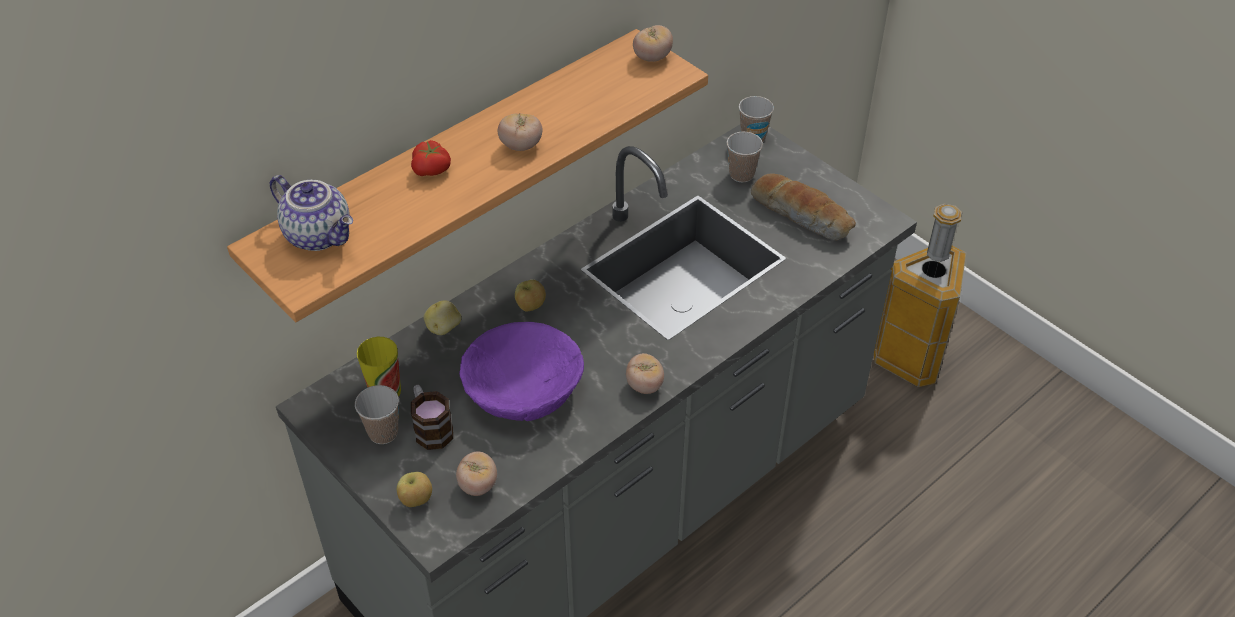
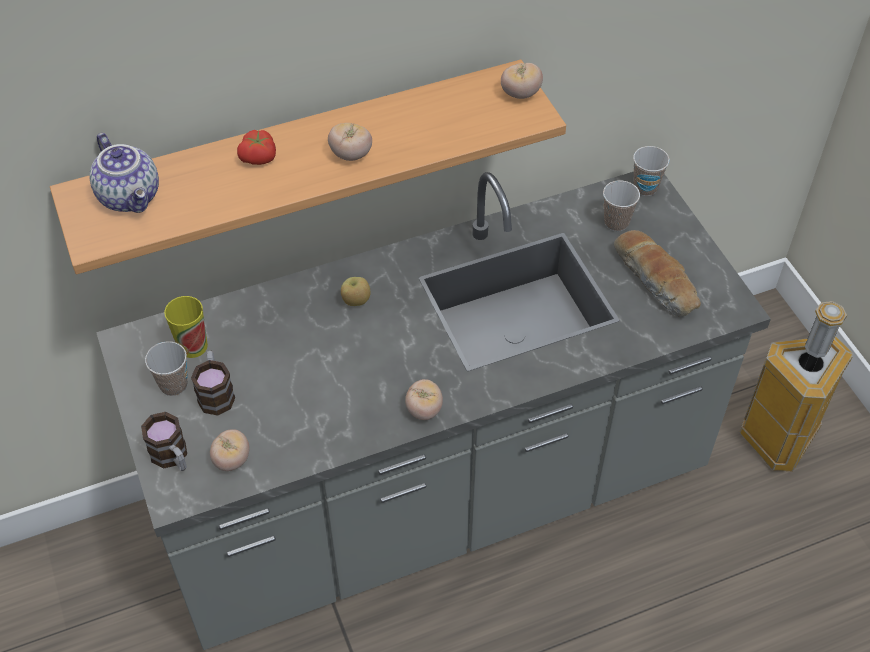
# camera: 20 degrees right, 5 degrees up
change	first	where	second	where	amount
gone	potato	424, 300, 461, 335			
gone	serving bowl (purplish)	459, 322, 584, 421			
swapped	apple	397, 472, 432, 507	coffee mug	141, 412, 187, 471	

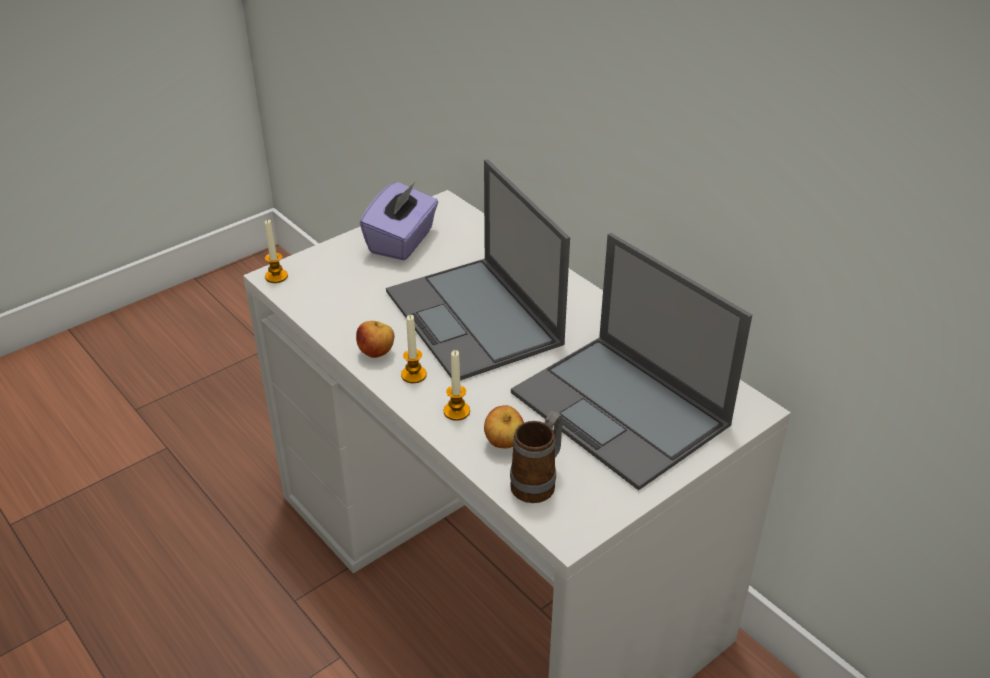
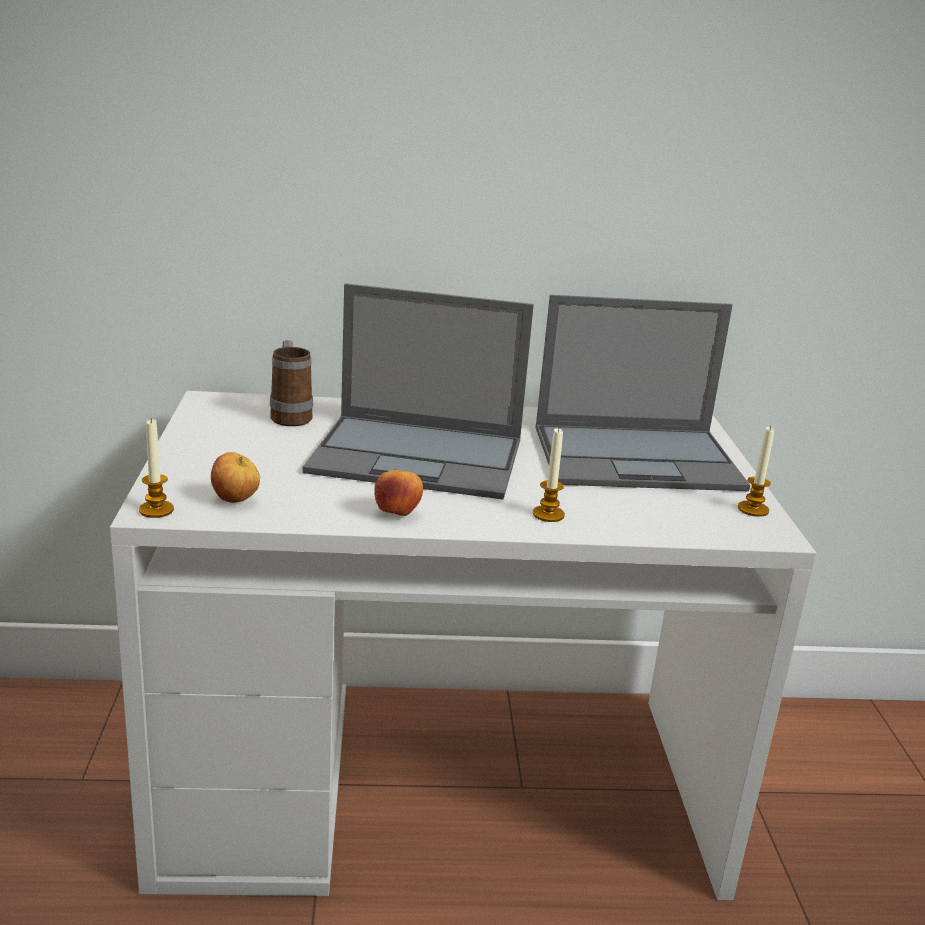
# camera: 55 degrees left, 15 degrees down
change	first	where	second	where	amount
gone	tissue box (purplish)	360, 182, 438, 260			
shifted	wax light	401, 315, 427, 383		738, 426, 774, 517	
shifted	apple	484, 405, 524, 449		211, 452, 260, 503	
shifted	coffee mug	510, 411, 563, 503		270, 340, 313, 426	

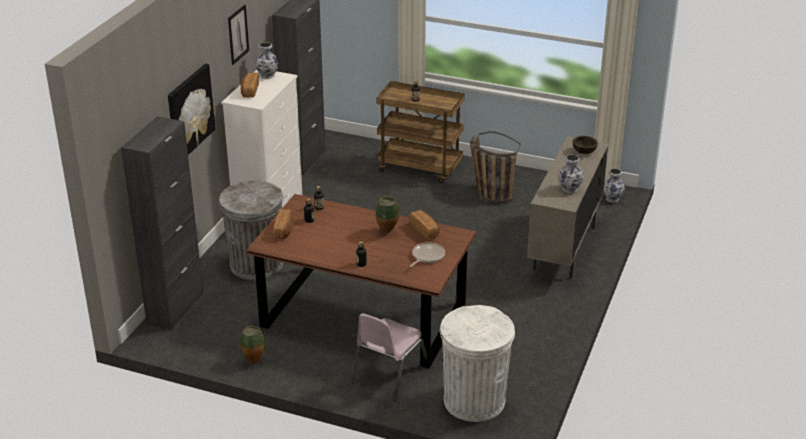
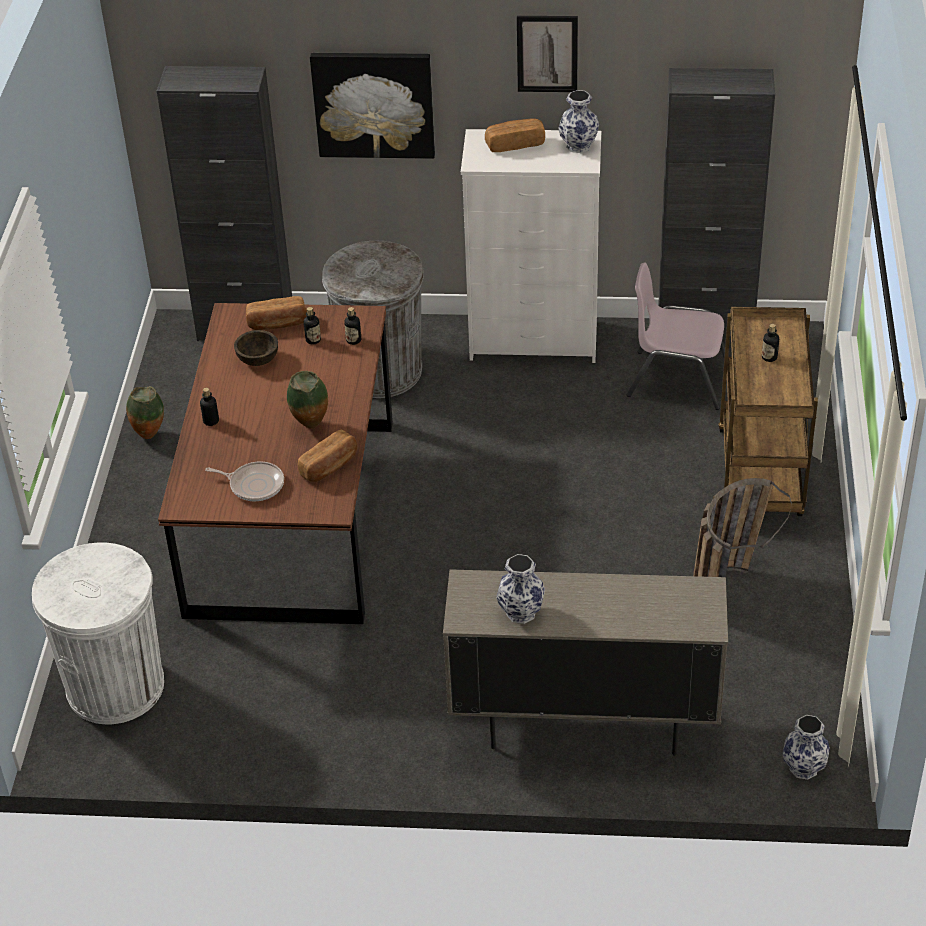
# camera: 75 degrees right, 10 degrees up
change	first	where	second	where	amount
shifted	serving bowl (brown)	573, 136, 598, 154		234, 330, 278, 366	
shifted	plain chair (pink-coloured)	351, 314, 427, 401		626, 263, 729, 410	

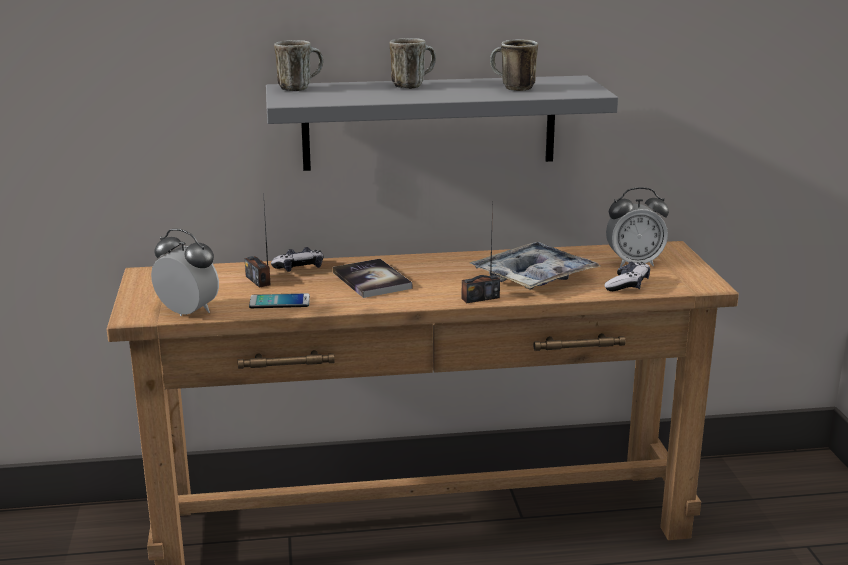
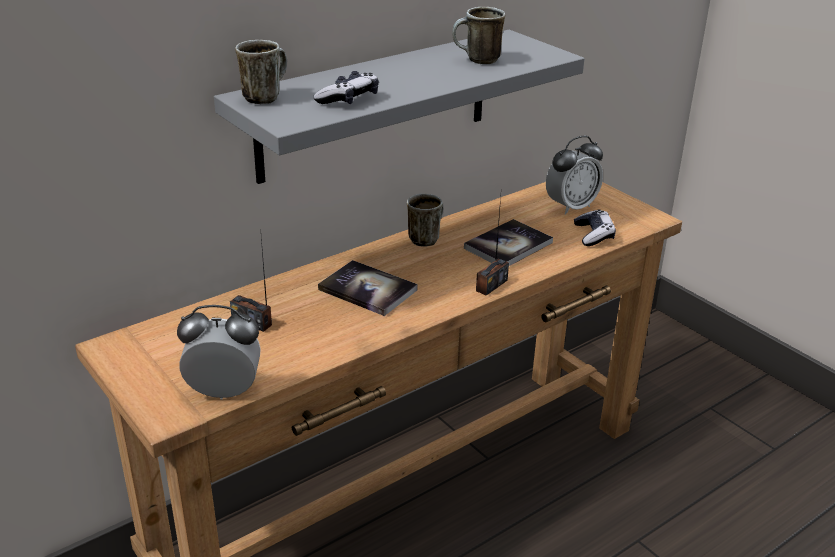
# camera: 30 degrees left, 10 degrees up
change	first	where	second	where	amount
shifted	coffee mug	390, 38, 436, 89		407, 194, 443, 247	
swapped	serving tray	469, 242, 600, 290	volume	464, 219, 553, 266	
shifted	joypad	271, 247, 324, 272		313, 71, 379, 104	
gone	phone	249, 293, 310, 308			

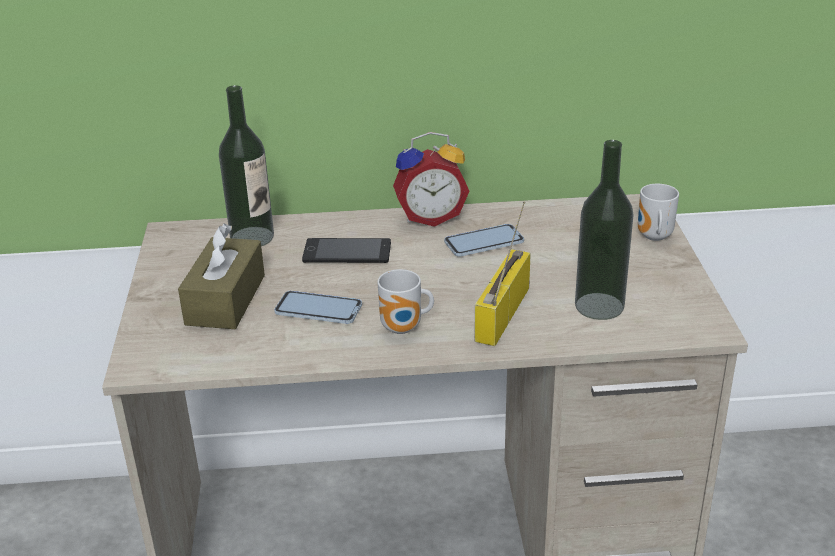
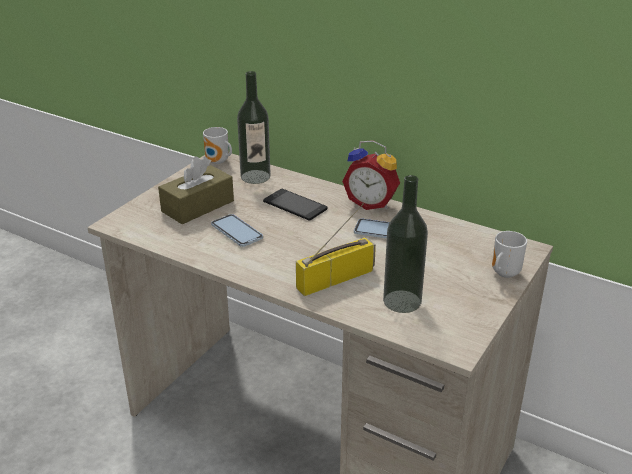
# camera: 35 degrees right, 0 degrees up
change	first	where	second	where	amount
shifted	coffee mug	377, 269, 434, 334		203, 127, 232, 164	

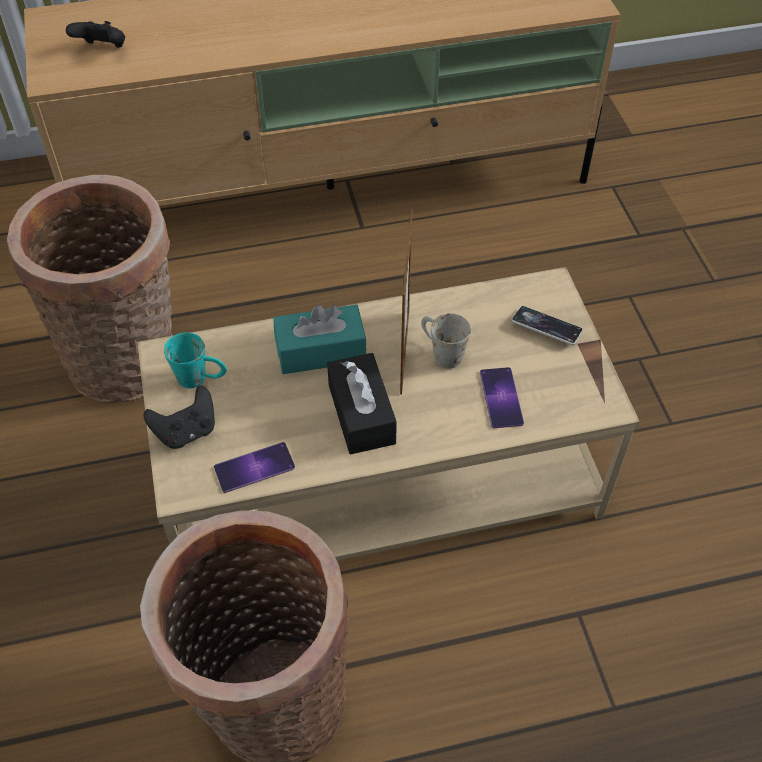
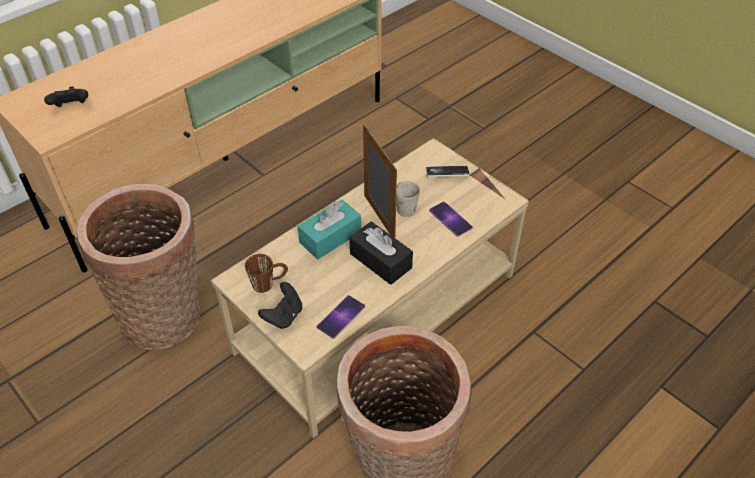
# camera: 30 degrees left, 5 degrees down
change	first	where	second	where	amount
repainted	coffee mug (blue-green)	164, 332, 227, 388	coffee mug (brown)	245, 254, 288, 293	

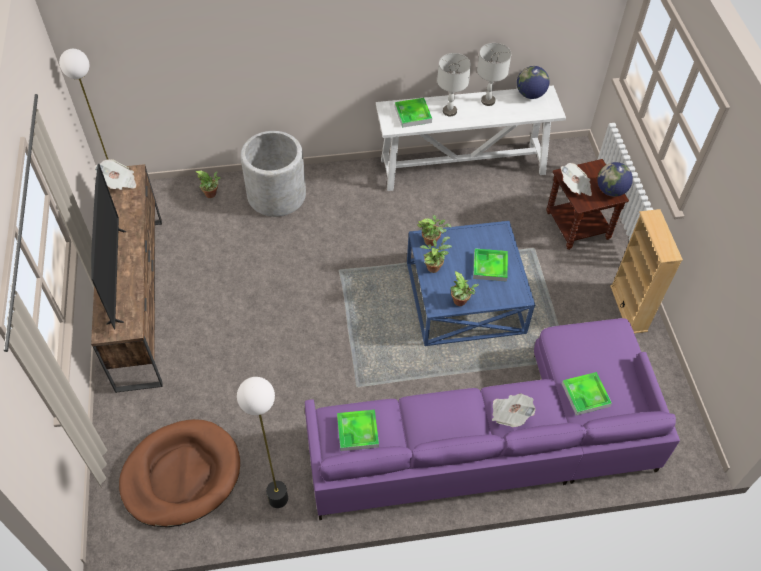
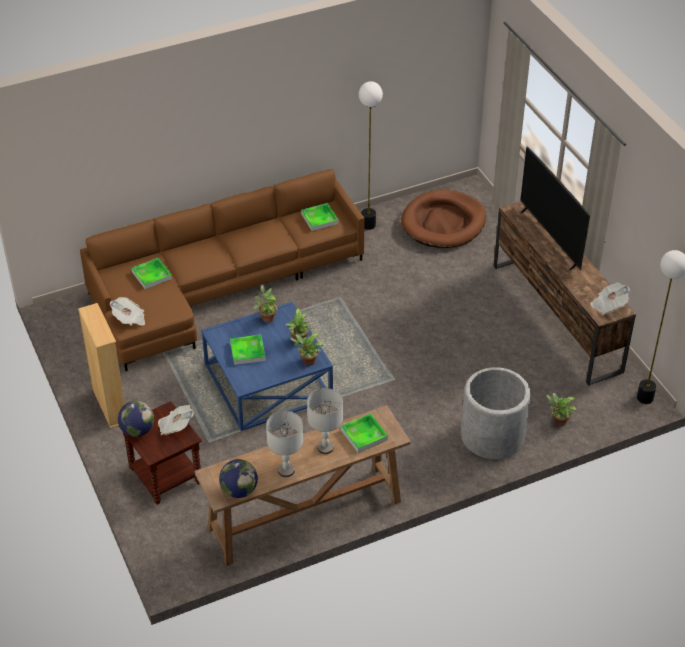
# camera: 165 degrees right, 10 degrees down
change	first	where	second	where	amount
repainted	hall table (white)	376, 85, 566, 191	hall table (brown)	195, 405, 411, 566	
repainted	couch (purplish)	305, 318, 680, 520	couch (brown)	80, 169, 365, 371	
shifted	daily paper	492, 393, 536, 427		110, 297, 145, 326	

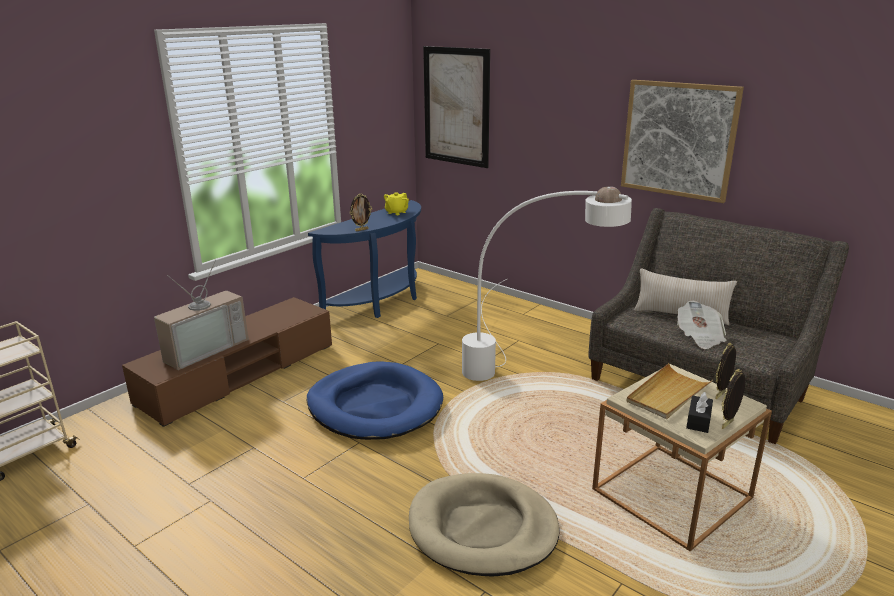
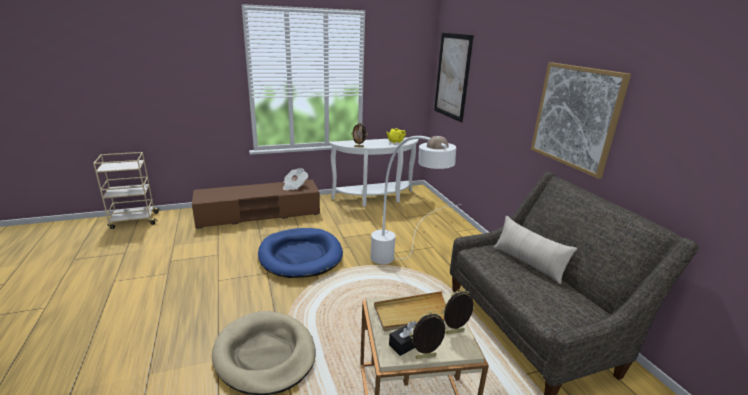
# camera: 30 degrees right, 0 degrees up
change	first	where	second	where	amount
repainted	hall table (bluish)	308, 200, 421, 318	hall table (white)	329, 137, 418, 207	
gone	TV set	154, 260, 248, 370			
shifted	daily paper	677, 301, 726, 349		283, 168, 308, 190	

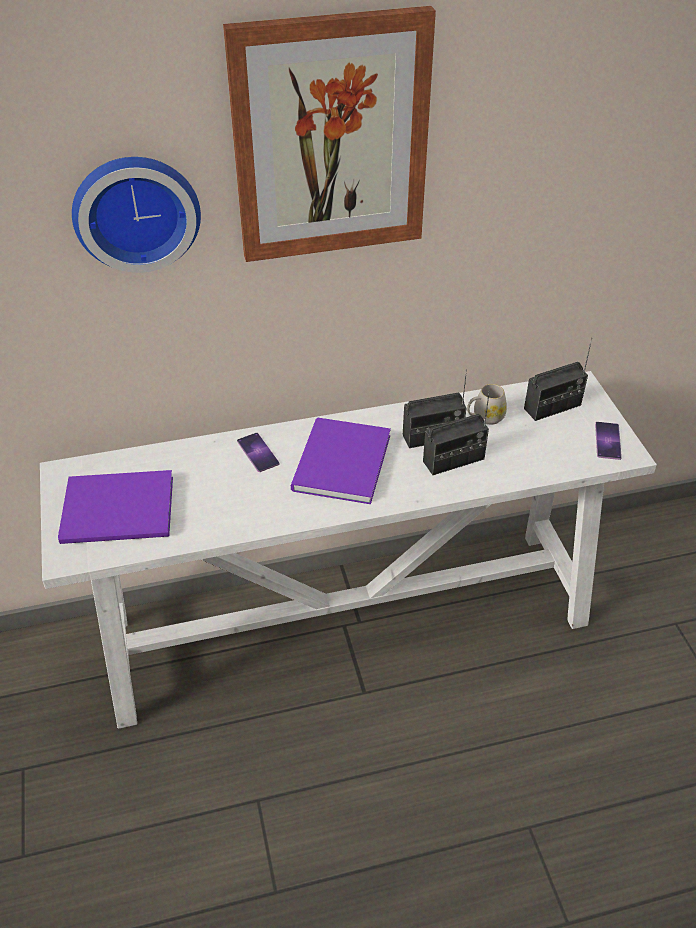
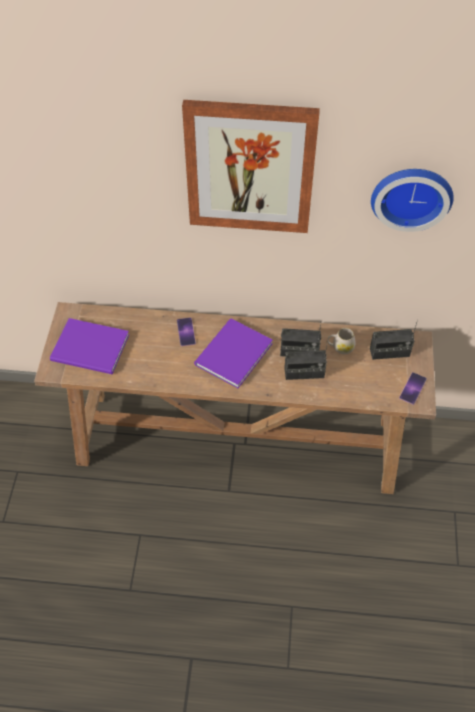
# camera: 20 degrees right, 10 degrees up
change	first	where	second	where	amount
shifted	clock on the wall	72, 157, 201, 273		371, 169, 454, 232	
repainted	hall table (white)	40, 371, 657, 729	hall table (brown)	34, 302, 436, 494	

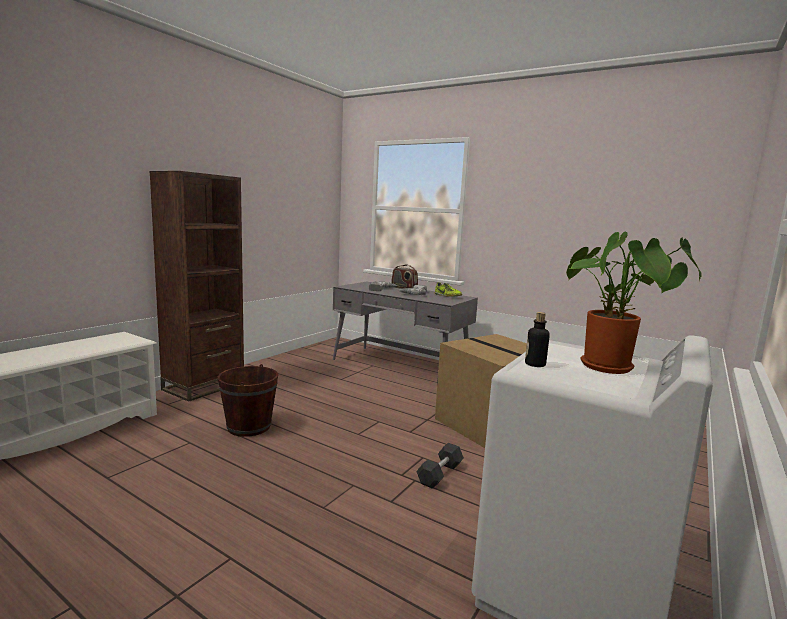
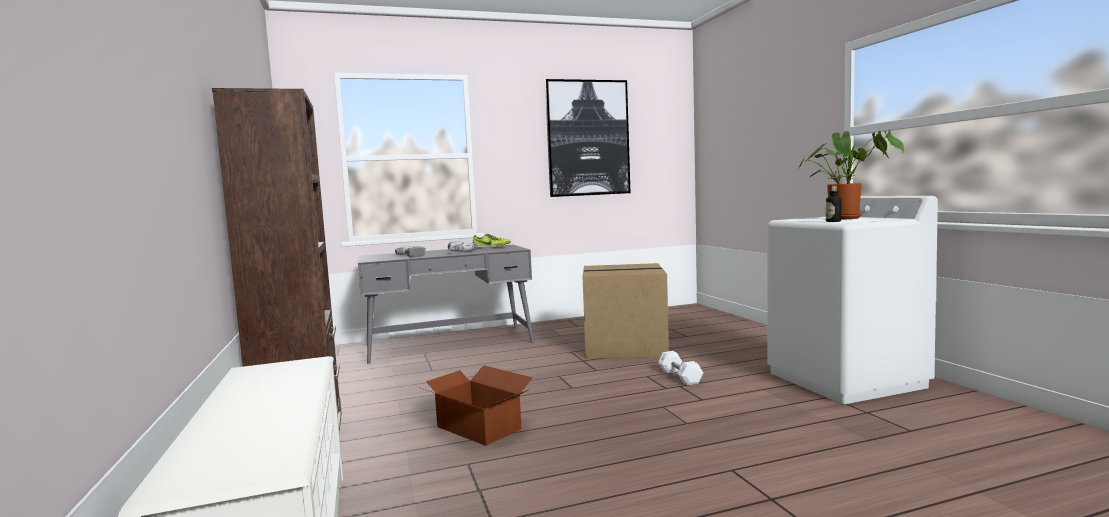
# camera: 50 degrees left, 5 degrees down
change	first	where	second	where	amount
gone	radio receiver	391, 264, 418, 289			
swapped	pail (brown)	218, 364, 278, 437	cardboard box	418, 365, 533, 446	
repainted	hand weight (blackish)	416, 443, 464, 489	hand weight (white)	658, 351, 703, 386	
new			picture	545, 79, 631, 197	

